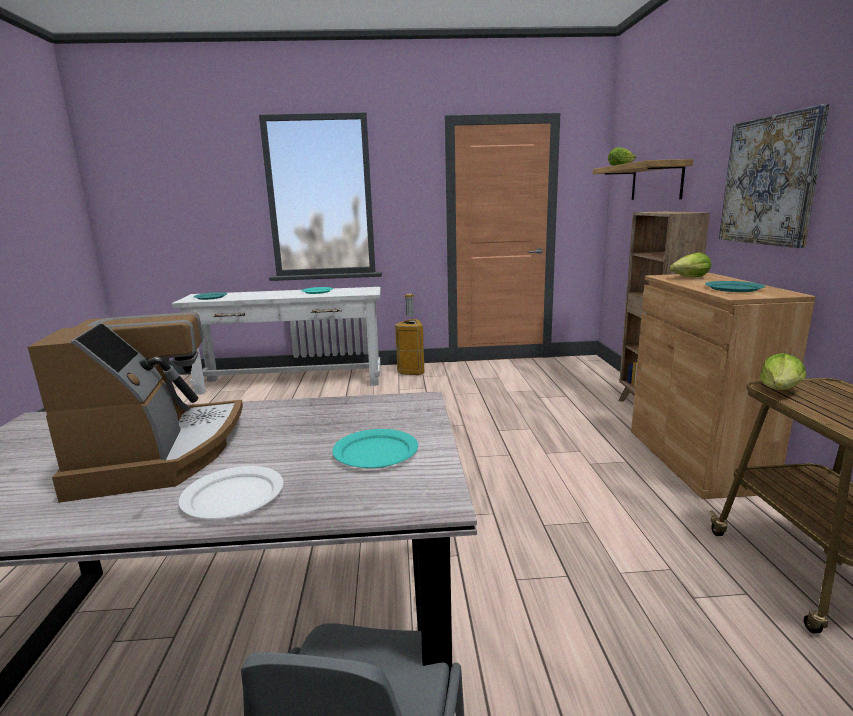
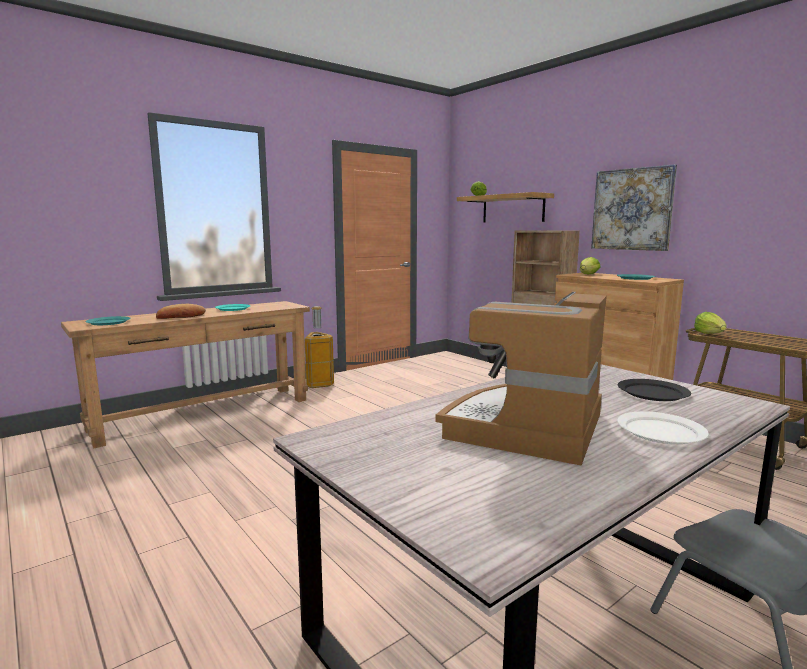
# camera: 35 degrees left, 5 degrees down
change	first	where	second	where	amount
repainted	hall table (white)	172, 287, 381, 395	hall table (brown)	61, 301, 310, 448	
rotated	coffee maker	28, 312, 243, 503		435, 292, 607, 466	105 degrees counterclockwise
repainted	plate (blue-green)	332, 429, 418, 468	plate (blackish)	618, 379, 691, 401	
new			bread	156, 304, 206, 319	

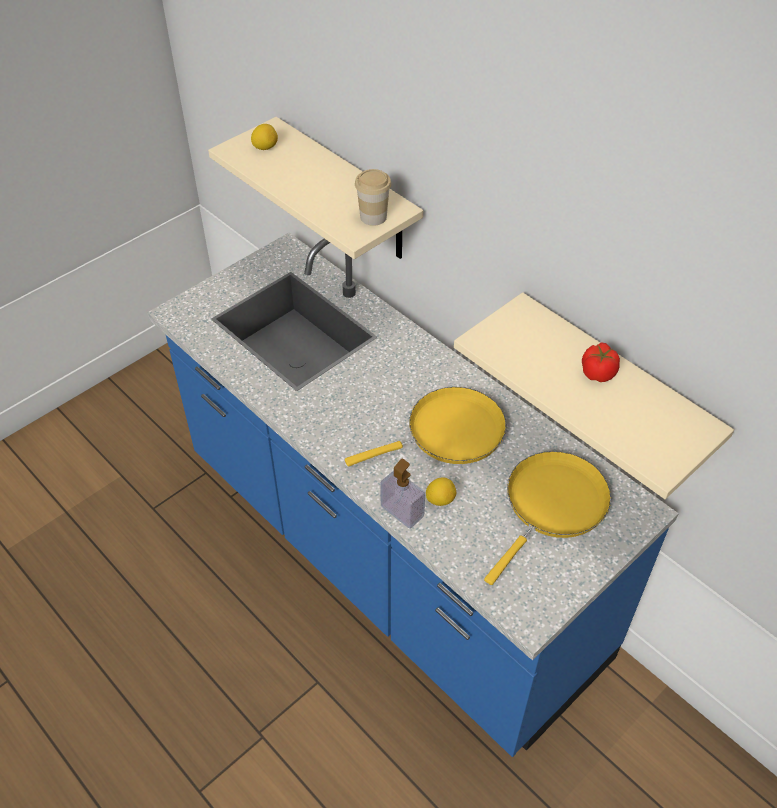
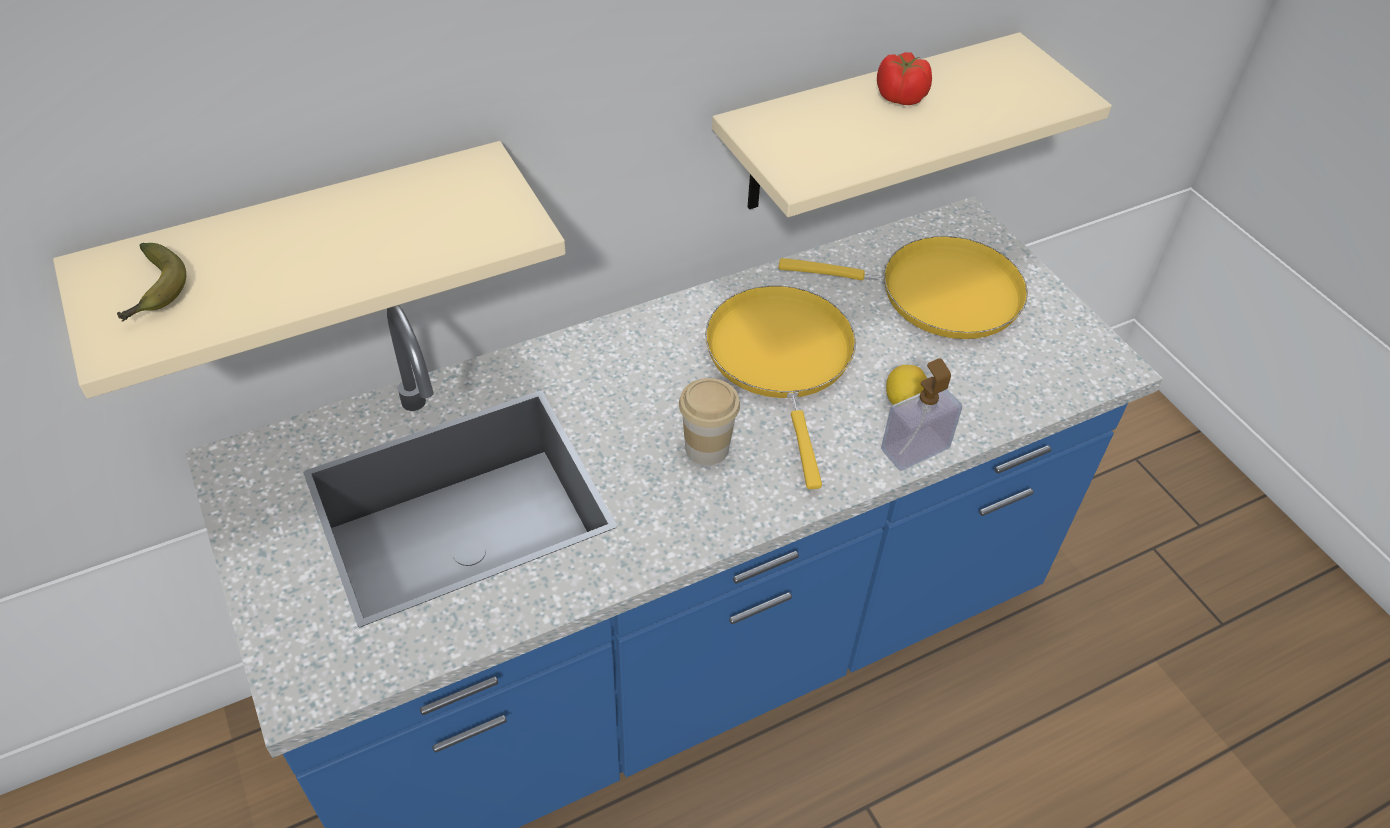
# camera: 75 degrees left, 0 degrees up
change	first	where	second	where	amount
swapped	lemon	251, 124, 278, 150	banana fruit	117, 243, 186, 322	
shifted	drinking cup	355, 169, 391, 226		679, 378, 740, 465	
rotated	skillet (yellow)	484, 451, 611, 585		779, 236, 1028, 339	135 degrees clockwise

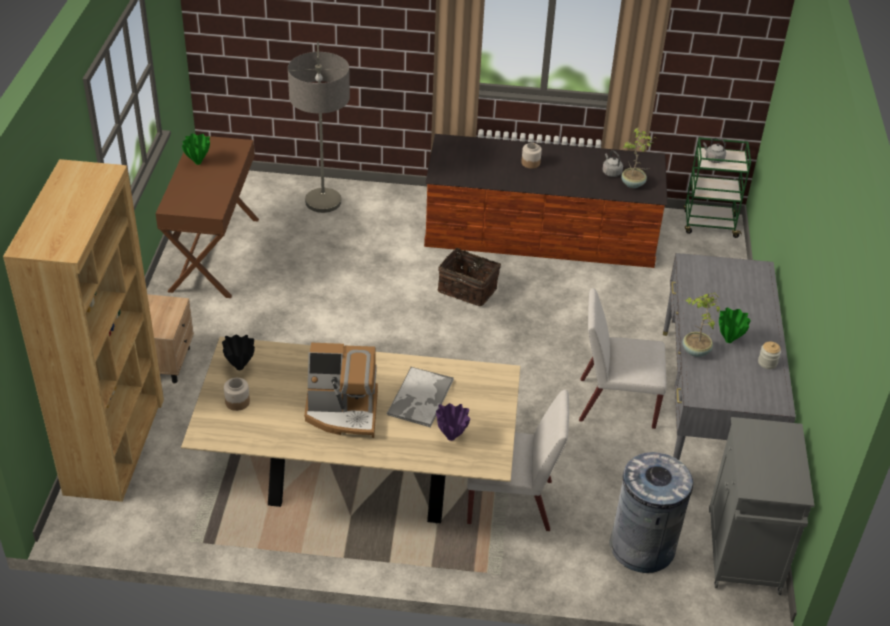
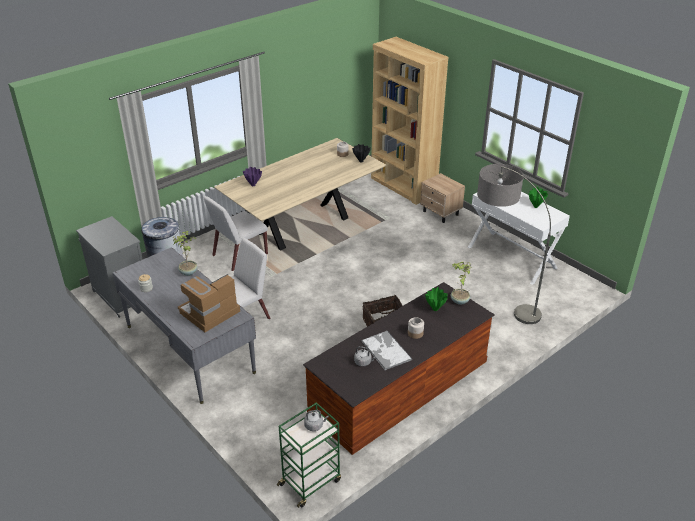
# camera: 135 degrees right, 5 degrees down
change	first	where	second	where	amount
shifted	plant in a pot	621, 127, 657, 188		451, 262, 471, 305	
repainted	hall table (brown)	155, 136, 259, 298	hall table (white)	468, 184, 570, 285	
shifted	decorative vase (green)	719, 308, 751, 343		425, 287, 448, 311	
shifted	coffee maker	304, 343, 378, 438		178, 274, 240, 332	
shifted	serving tray	387, 367, 454, 427		361, 331, 412, 370	

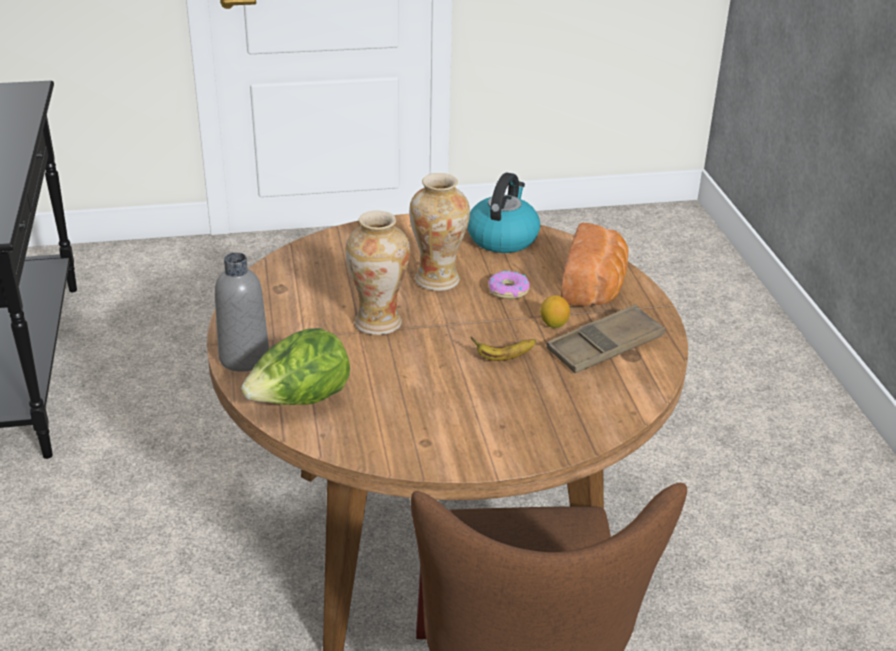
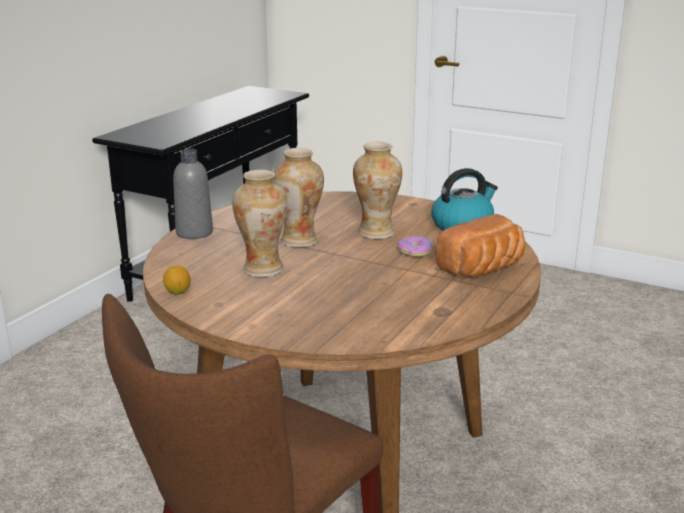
# camera: 40 degrees right, 10 degrees down
change	first	where	second	where	amount
shifted	lemon	540, 295, 570, 328		163, 265, 191, 295	
gone	serving tray (brown)	547, 304, 665, 373			
gone	head of lettuce	241, 328, 350, 405			
gone	banana fruit	470, 336, 536, 361			
new			decorative vase	233, 170, 287, 277	

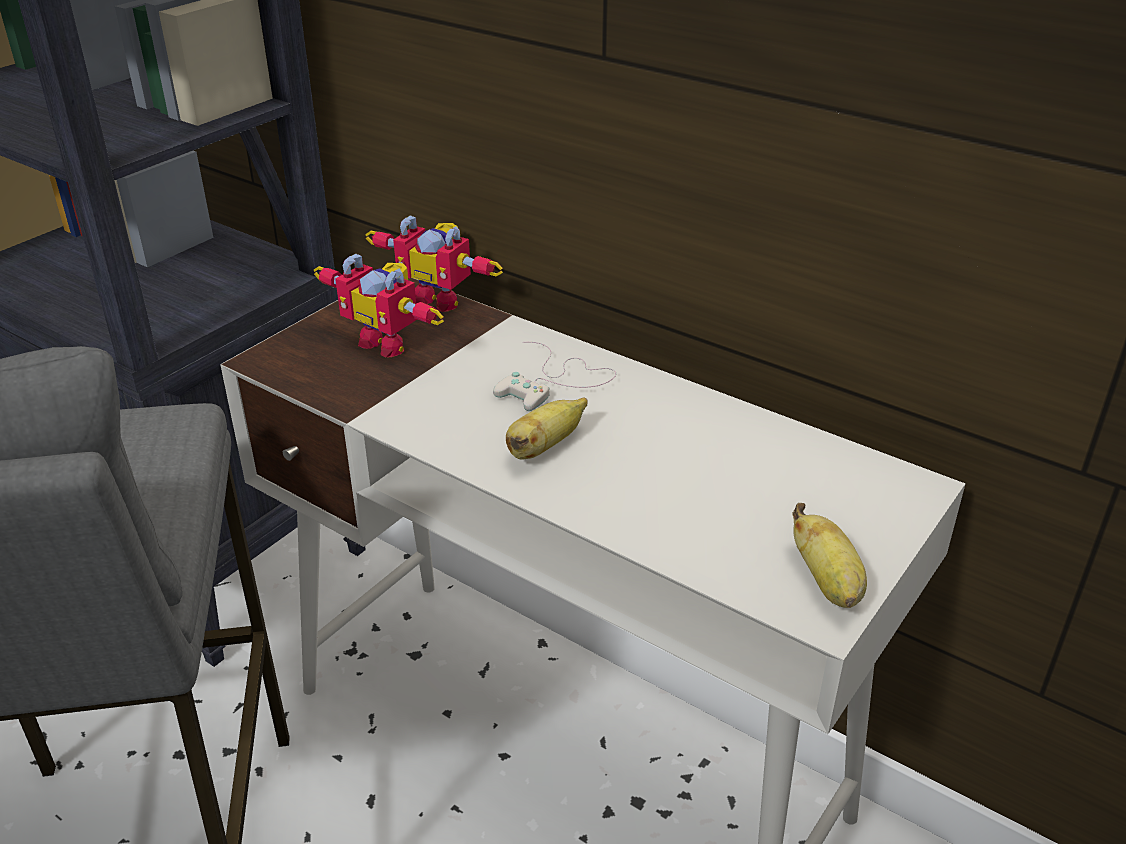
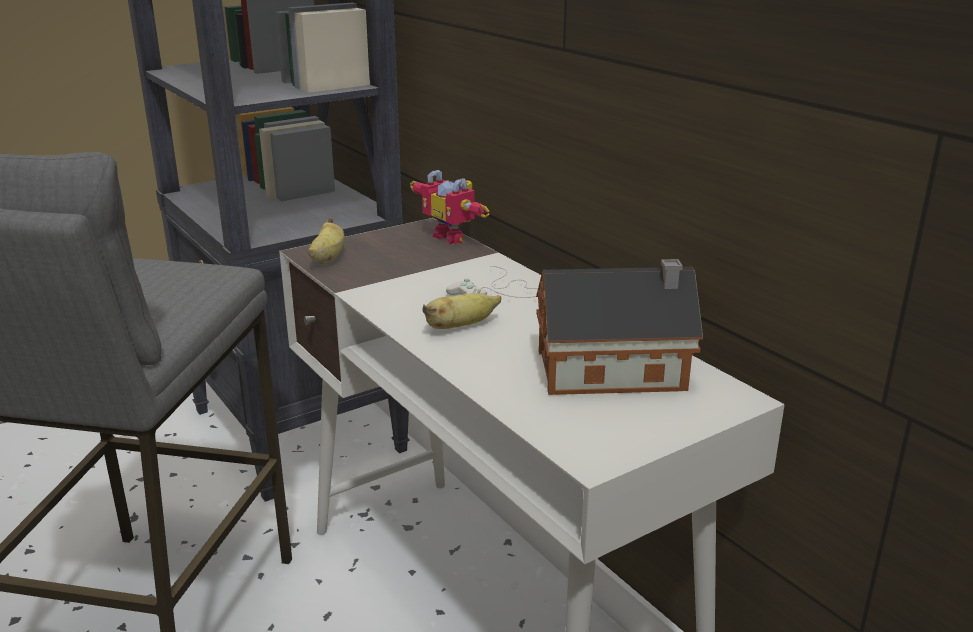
# camera: 20 degrees right, 10 degrees down
change	first	where	second	where	amount
gone	toy robot	314, 254, 444, 358			
shifted	banana fruit	792, 503, 867, 608		308, 218, 345, 264	
new			model house	536, 259, 703, 395	

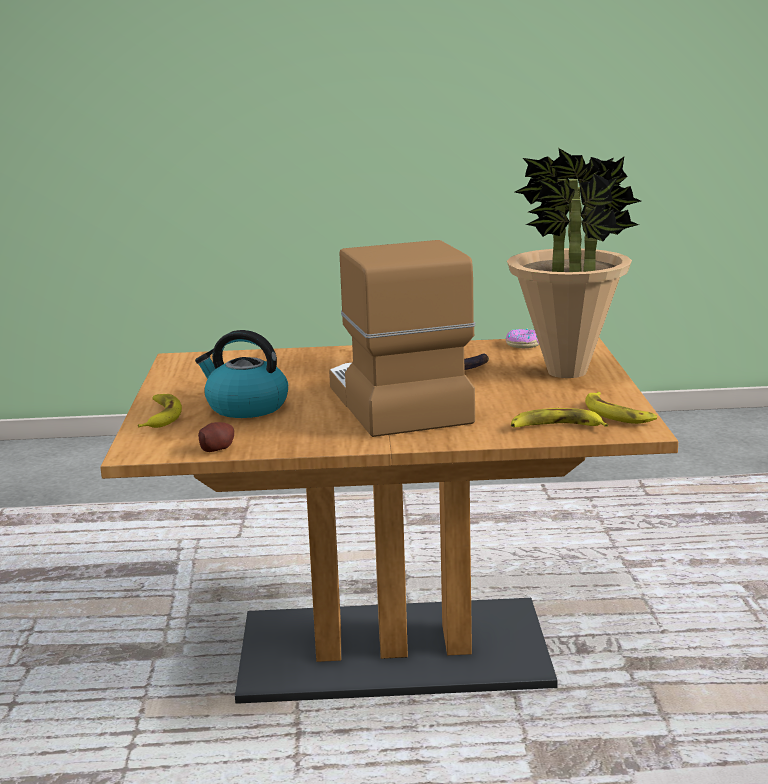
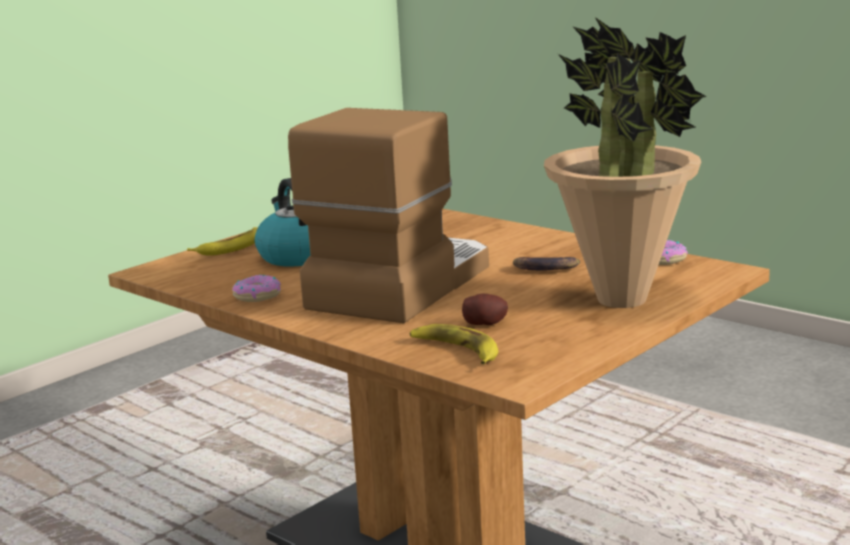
# camera: 45 degrees right, 0 degrees up
change	first	where	second	where	amount
gone	banana fruit	585, 392, 657, 424			
shifted	potato	198, 422, 234, 452		462, 294, 508, 325	
new			donut	232, 275, 281, 302	

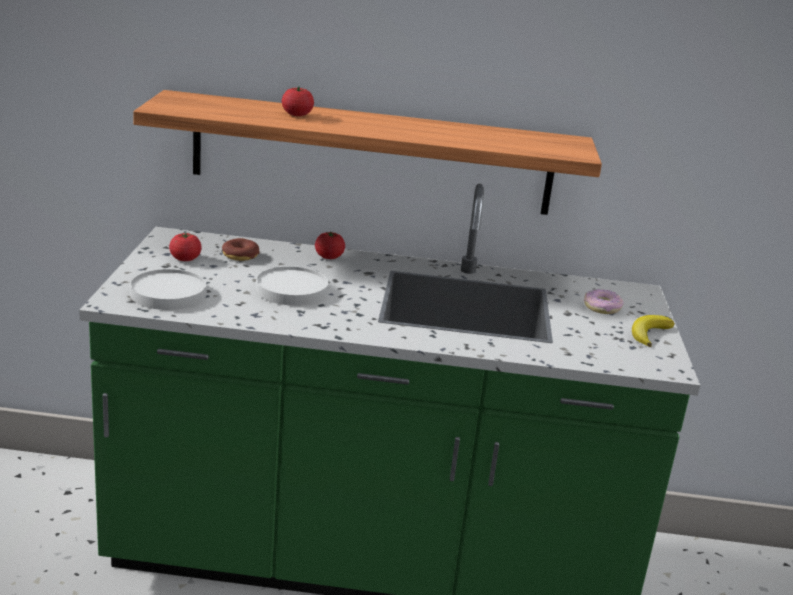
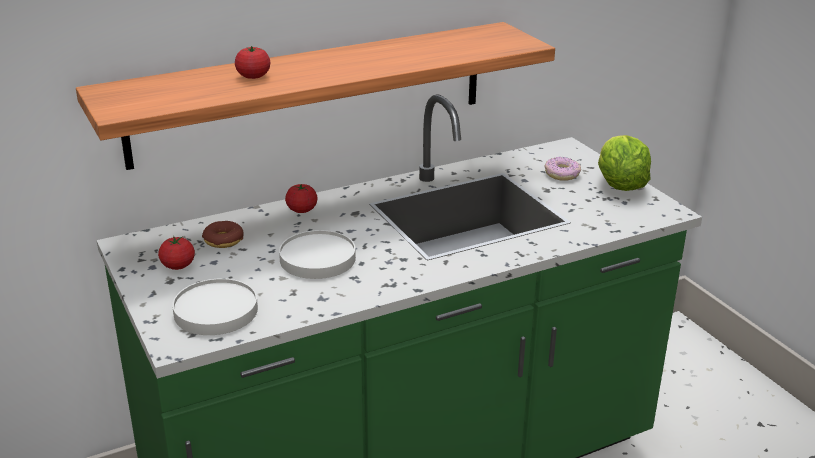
# camera: 30 degrees left, 5 degrees up
change	first	where	second	where	amount
swapped	banana fruit	632, 315, 675, 347	head of lettuce	598, 135, 651, 191	

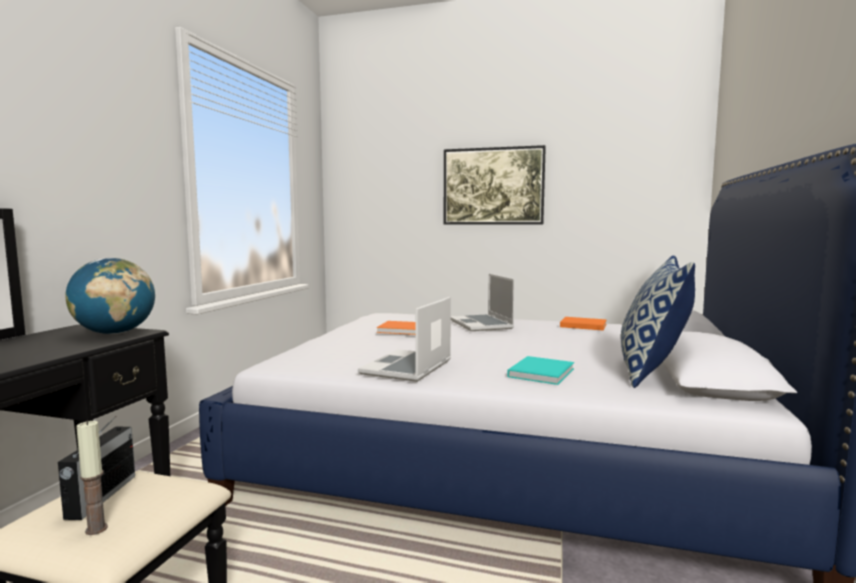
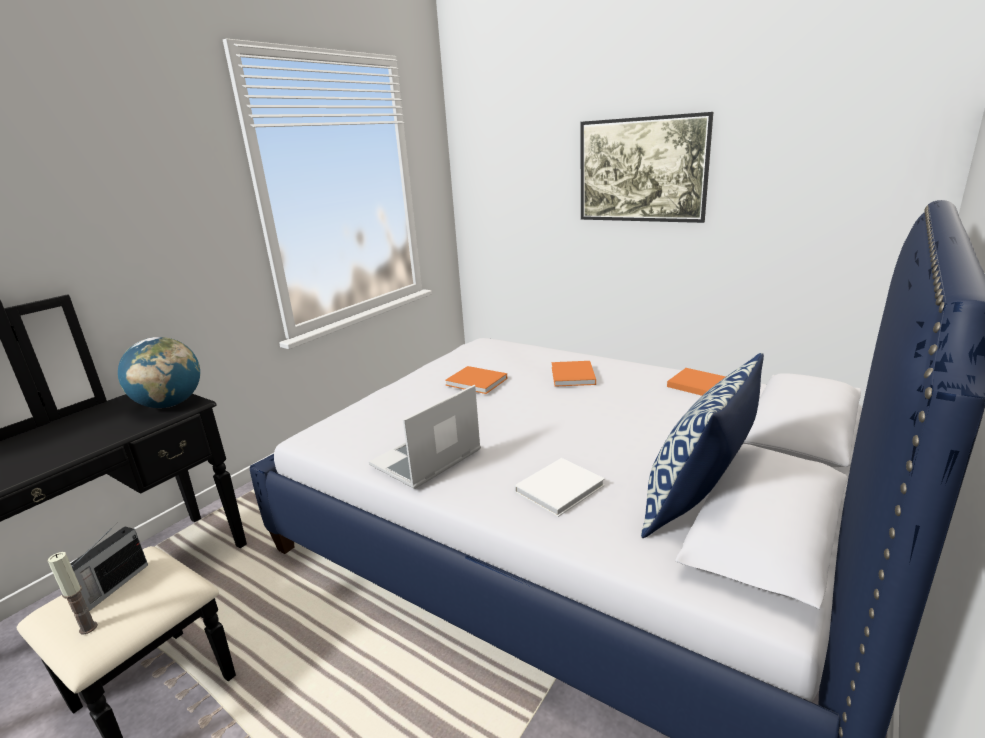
# camera: 20 degrees right, 15 degrees up
change	first	where	second	where	amount
swapped	portable computer	451, 274, 515, 331	volume (orange-coloured)	552, 361, 596, 387	
repainted	volume (blue-green)	507, 356, 574, 385	volume (white)	515, 458, 605, 517	

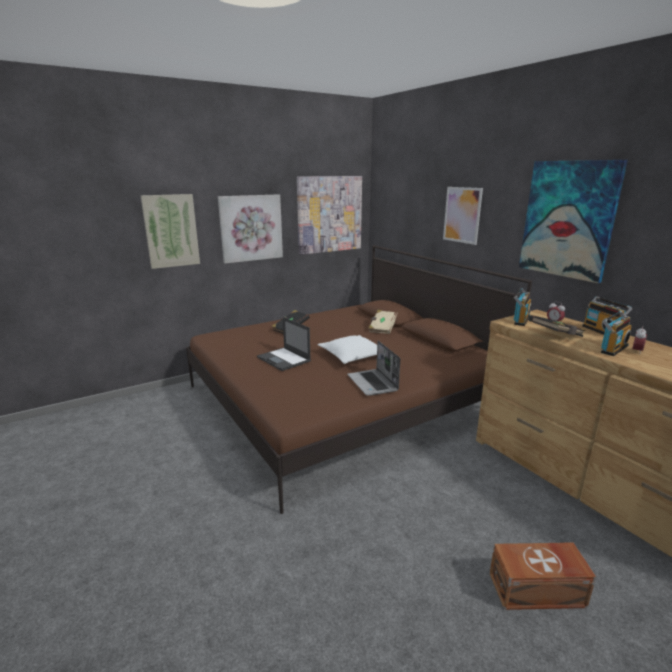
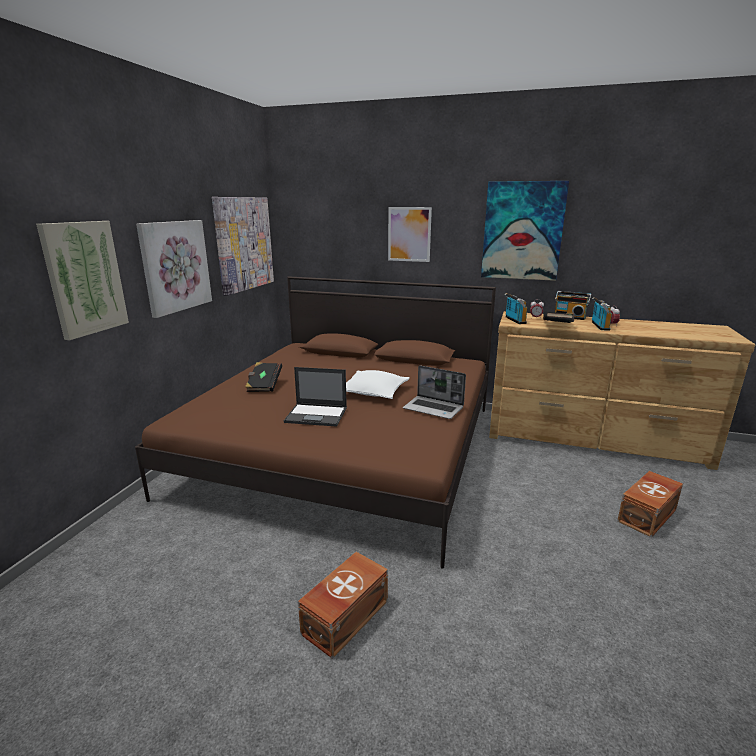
# camera: 40 degrees left, 0 degrees up
change	first	where	second	where	amount
gone	volume (beige-coloured)	369, 310, 398, 334			
new			storage container (brown)	298, 552, 388, 659	

